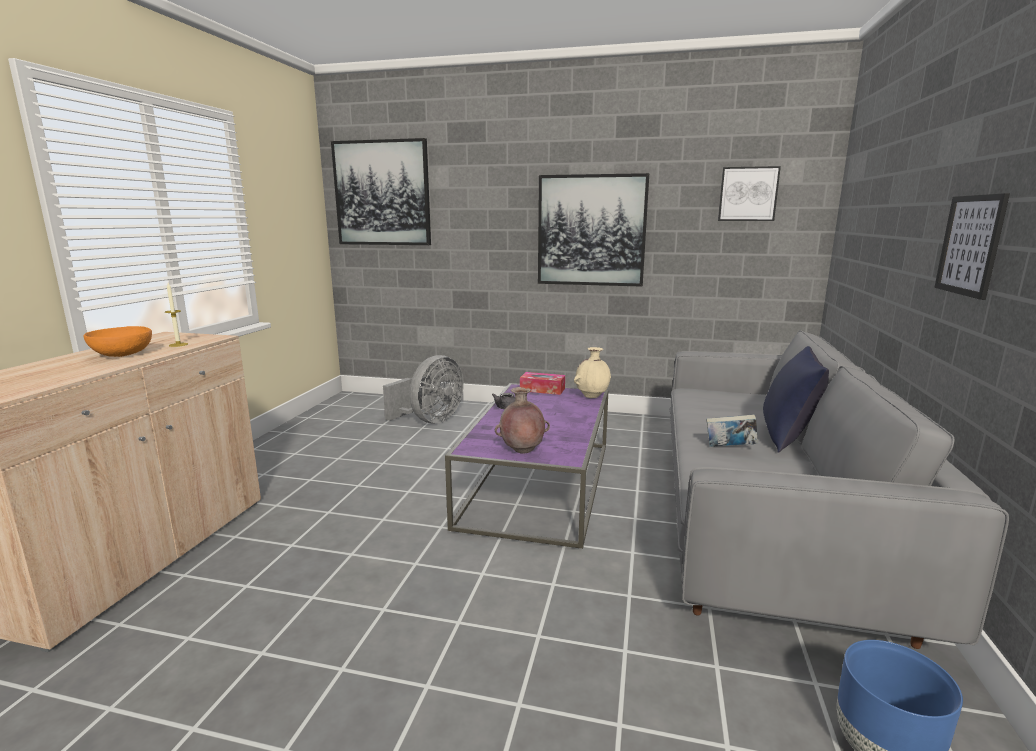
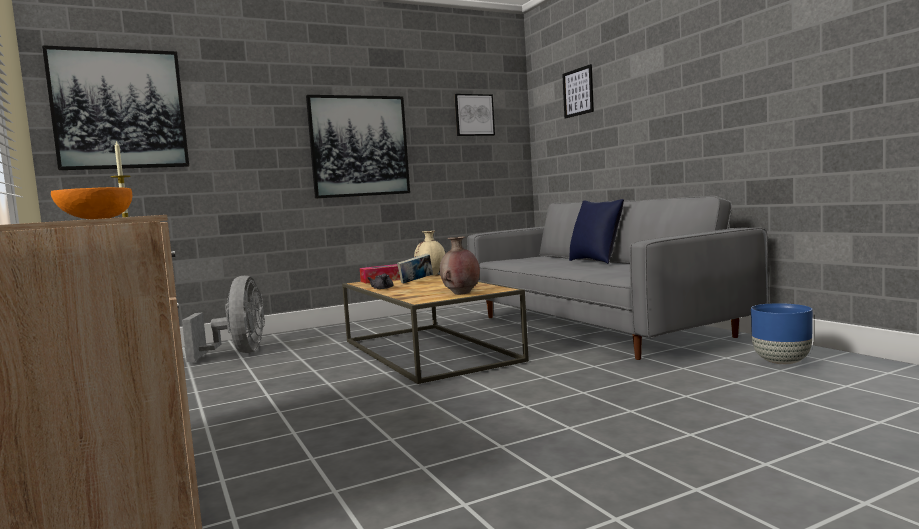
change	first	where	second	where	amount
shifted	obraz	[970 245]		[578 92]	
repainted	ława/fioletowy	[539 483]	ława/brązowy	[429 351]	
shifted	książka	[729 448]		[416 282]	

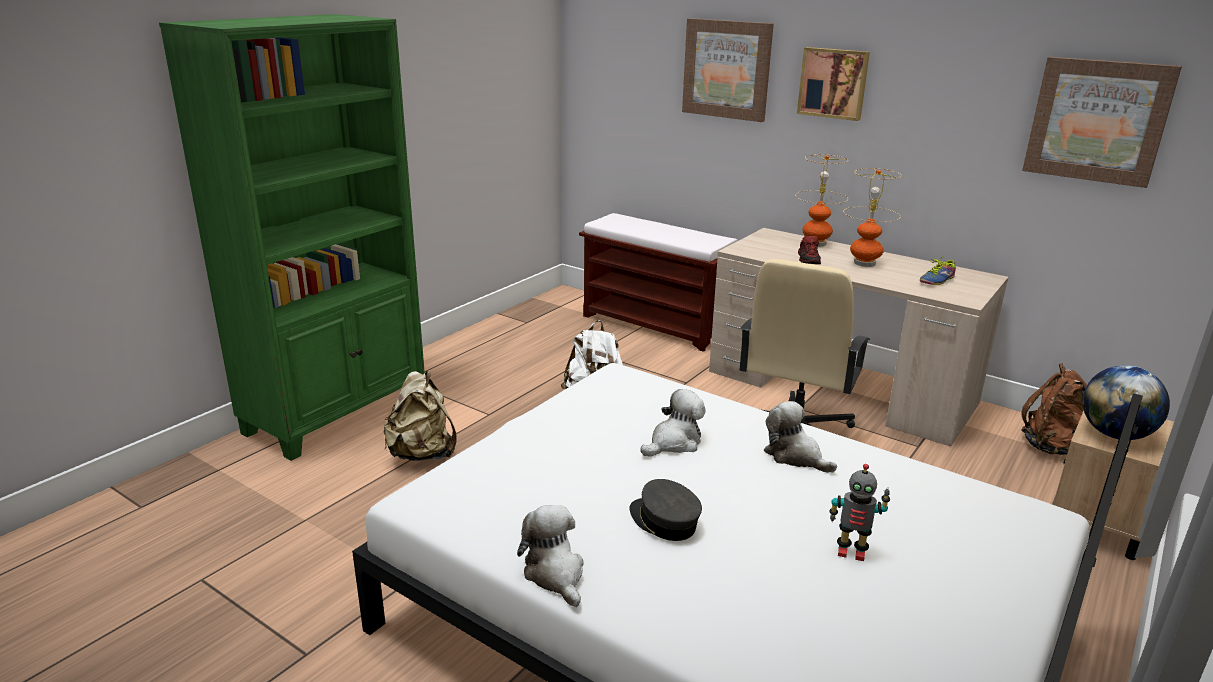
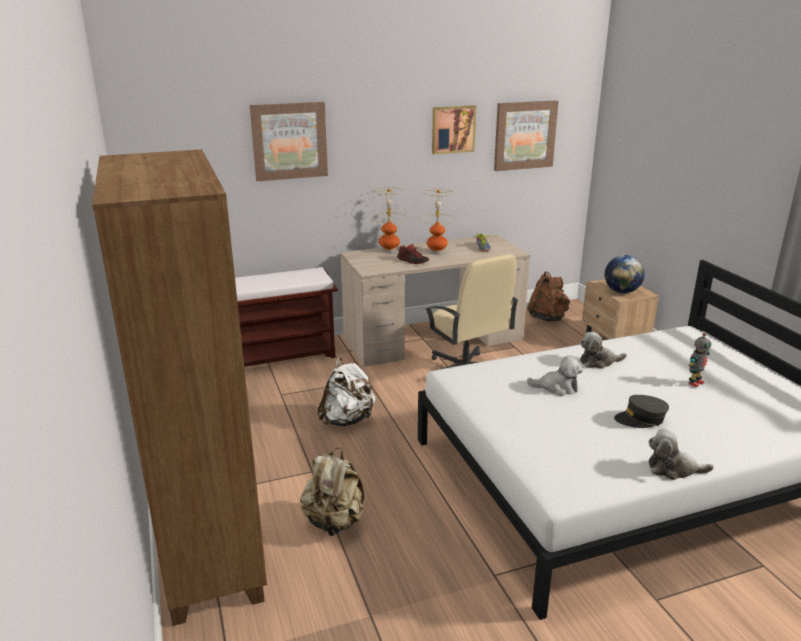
change	first	where	second	where	amount
repainted	regał/zielony	[338 413]	regał/brązowy	[211 550]	
shifted	obraz	[833 83]		[452 129]	
rotated	pluszak	[674 442]		[557 388]	105 degrees clockwise

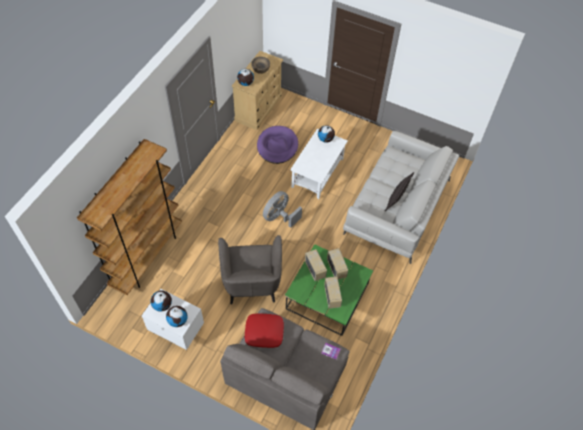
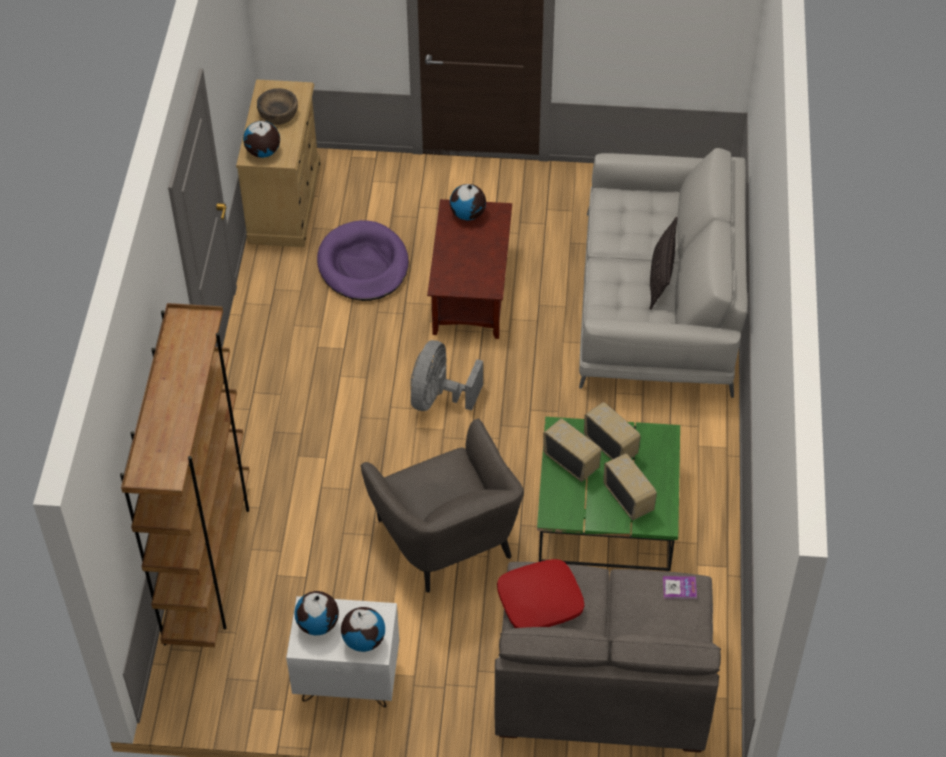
change	first	where	second	where	amount
repainted	ława/biały	[317 173]	ława/brązowy	[471 291]	

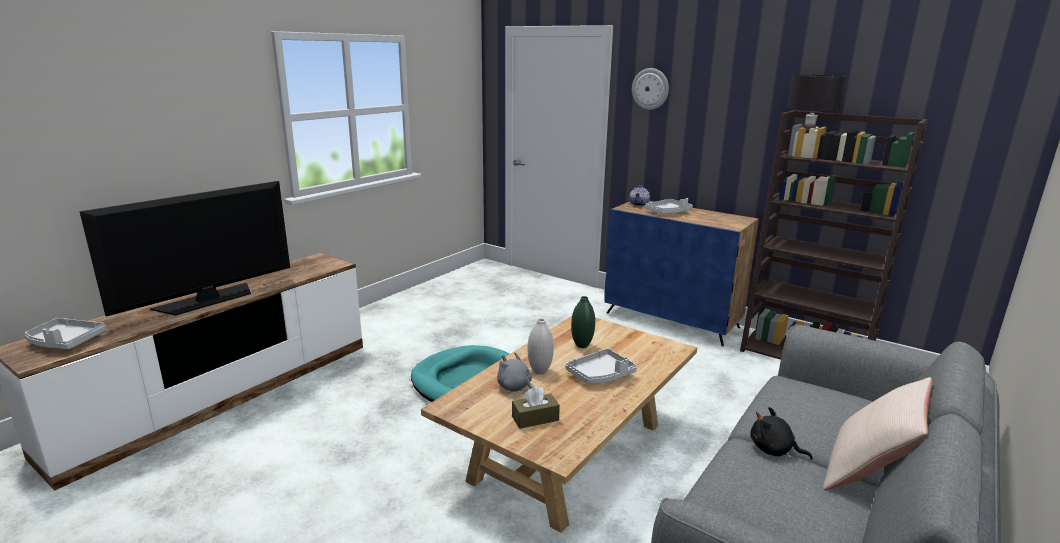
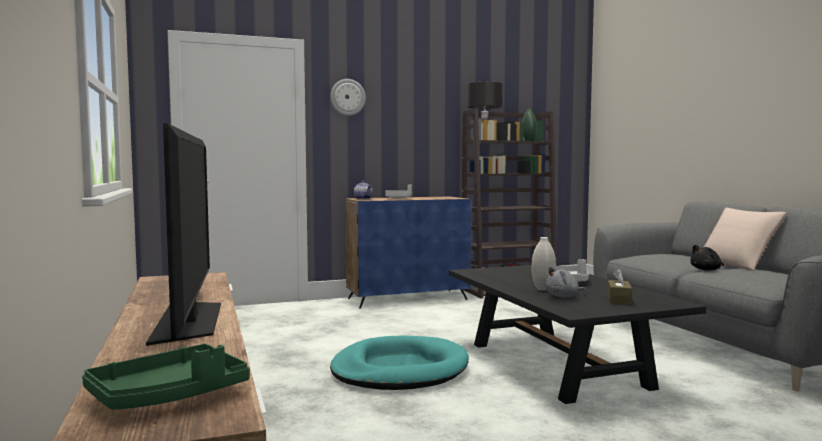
change	first	where	second	where	amount
shifted	wazon/zielony	[582 345]		[528 141]	
repainted	ława/beżowy	[569 452]	ława/czarny	[556 365]	
repainted	taca/szary	[65 342]	taca/zielony	[169 395]	

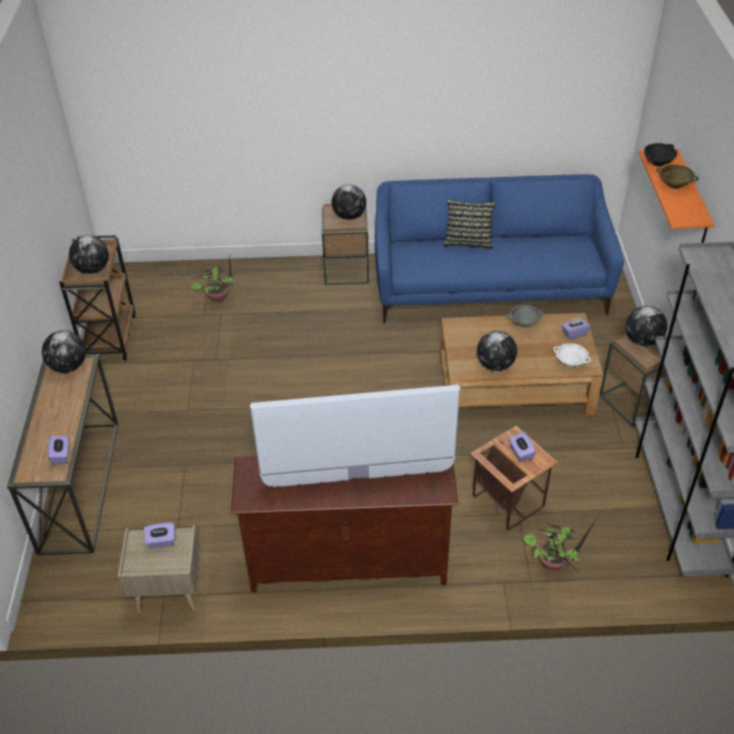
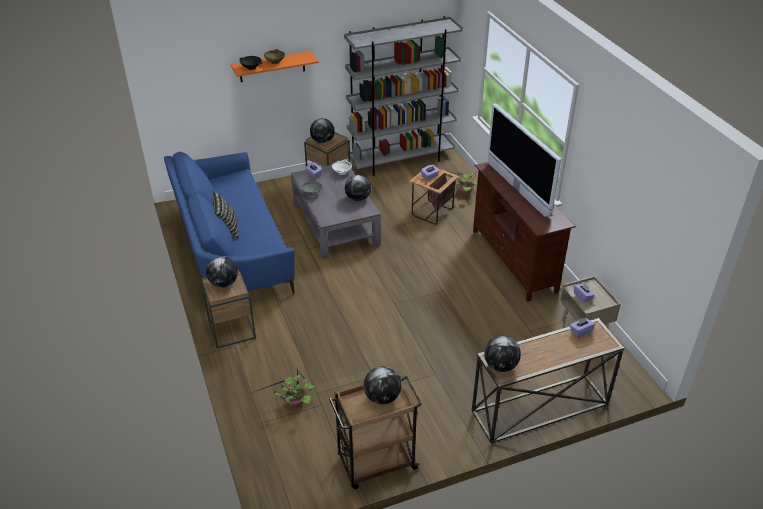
change	first	where	second	where	amount
repainted	ława/brązowy	[515 386]	ława/szary	[335 223]	

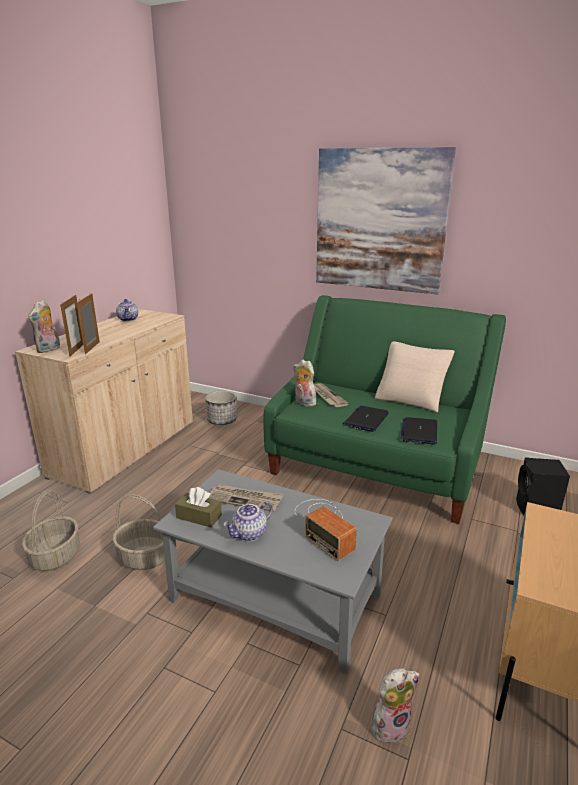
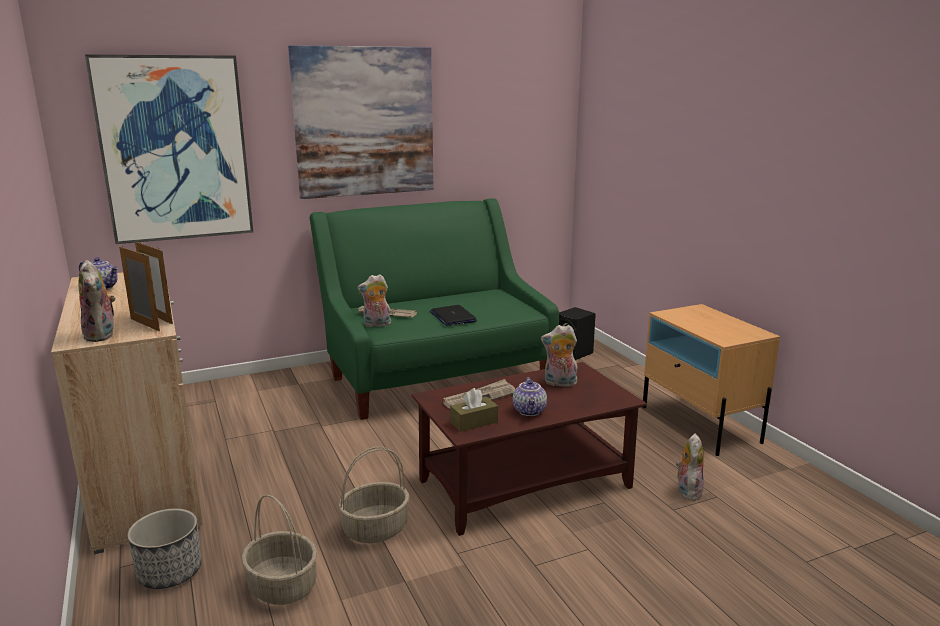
change	first	where	second	where	amount
gone	poduszka/beżowy	[411 399]			
shifted	donica	[222 420]		[170 572]	
gone	laptop	[419 431]			
repainted	ława/szary	[277 598]	ława/brązowy	[526 483]	
swapped	radio	[324 525]	pluszak	[559 383]	
new			obraz	[174 149]	

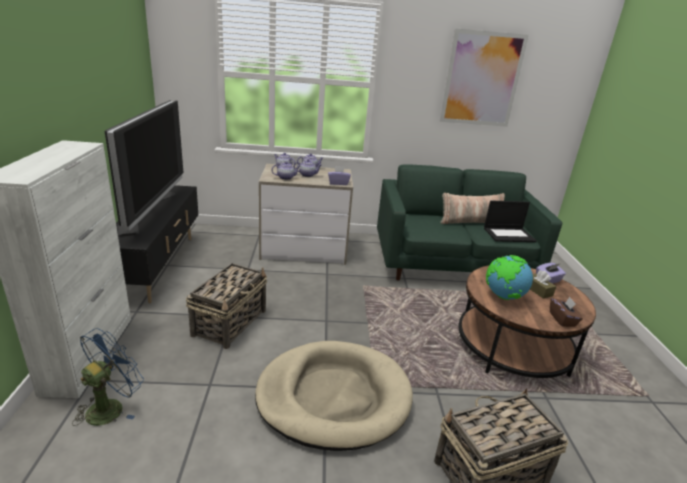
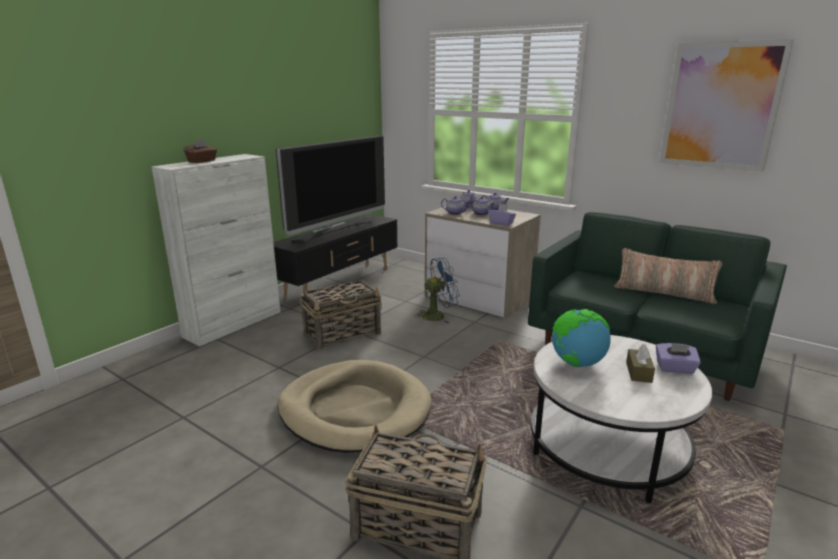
change	first	where	second	where	amount
gone	laptop	[509 234]			
repainted	ława/brązowy	[512 347]	ława/biały	[607 447]	
shifted	pudełko chusteczek/brązowy	[562 319]		[202 161]	
shifted	wentylator/niebieski	[111 407]		[438 315]	

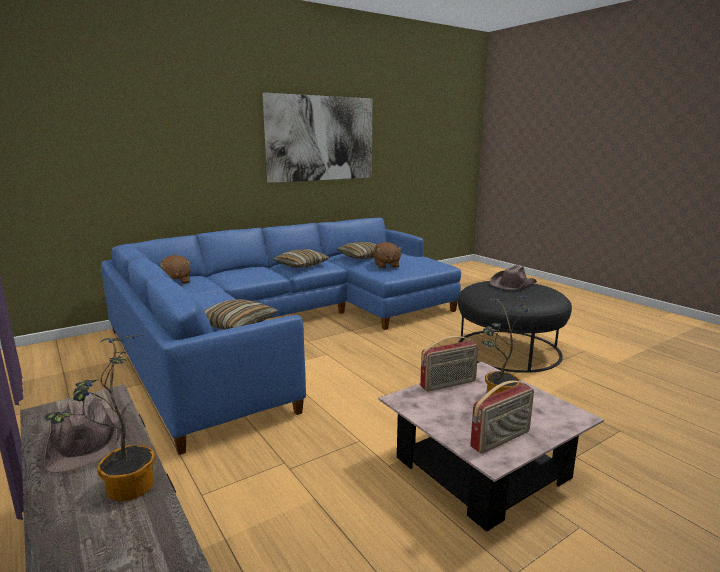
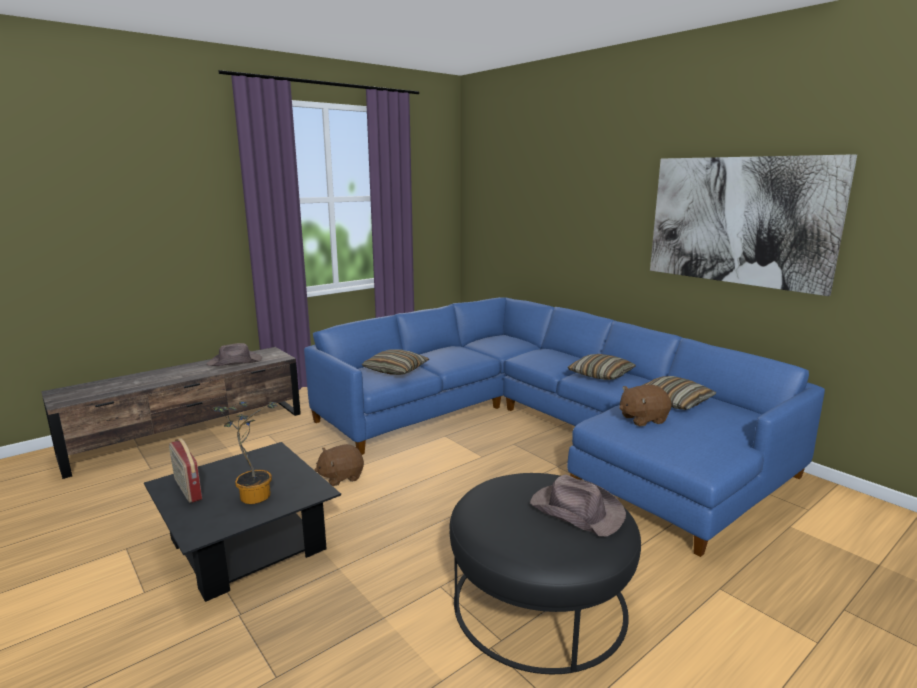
change	first	where	second	where	amount
shifted	pluszak/brązowy	[176 282]		[341 477]	
gone	roślina doniczkowa	[123 490]			
gone	radio	[448 384]			
repainted	ława/różowy	[481 468]	ława/czarny	[247 544]	

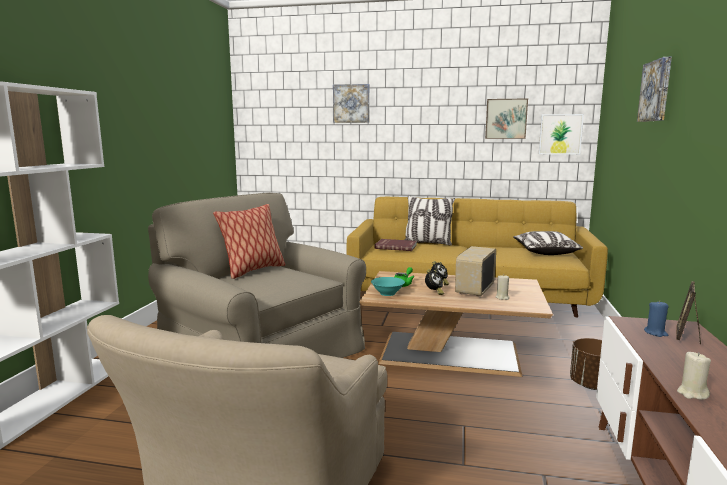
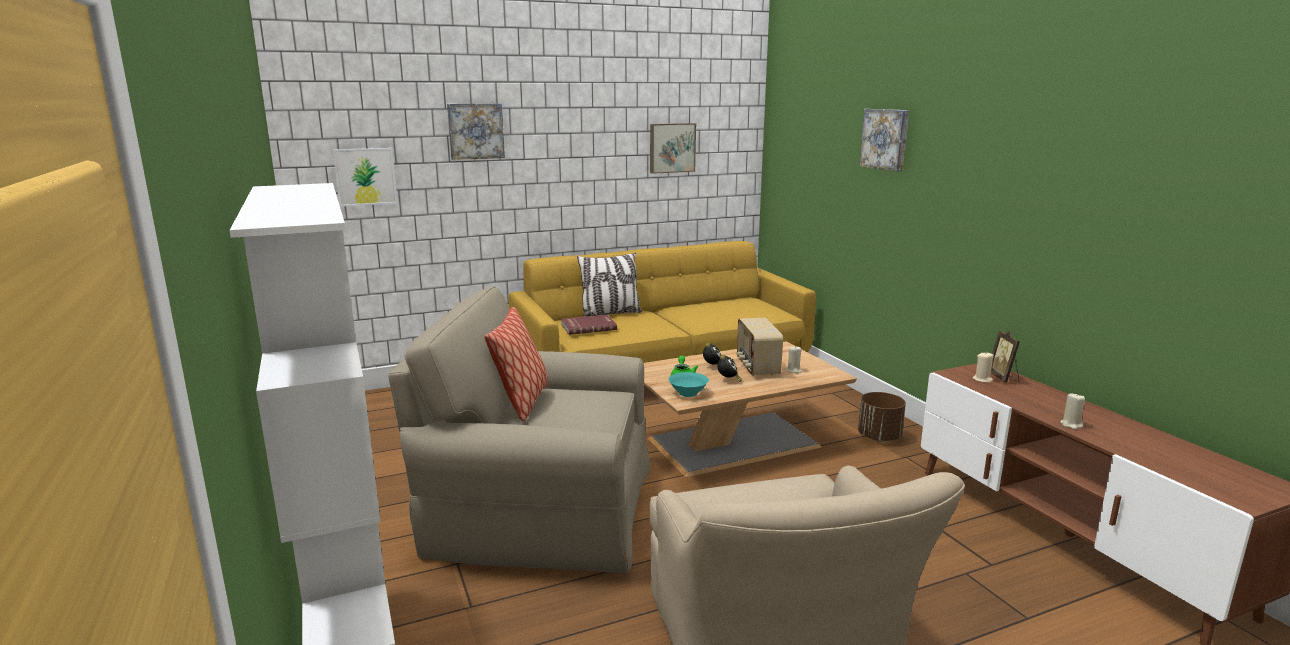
change	first	where	second	where	amount
shifted	obraz	[560 134]		[365 176]	
gone	poduszka	[545 252]			
repainted	świeca/niebieski	[655 333]	świeca/beżowy	[982 380]	

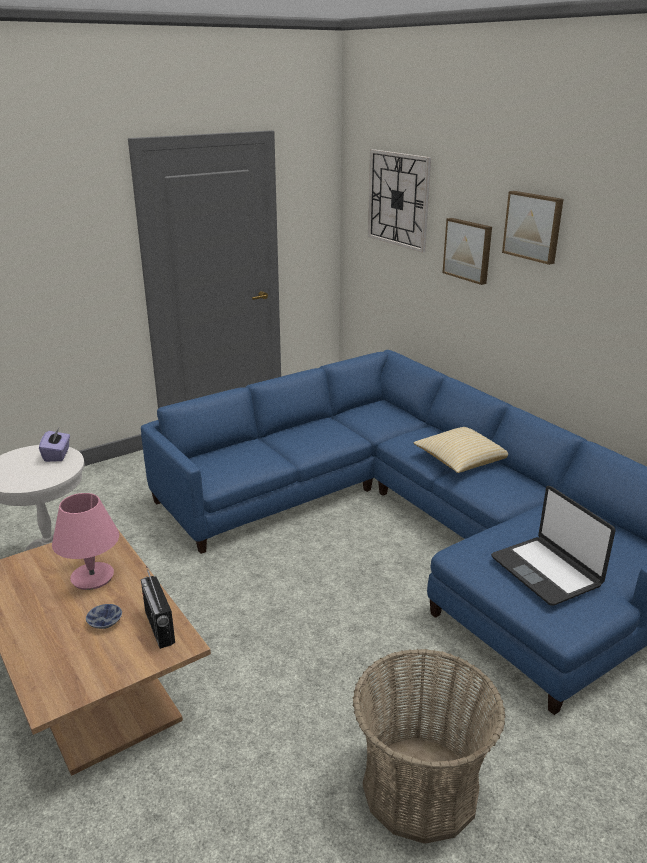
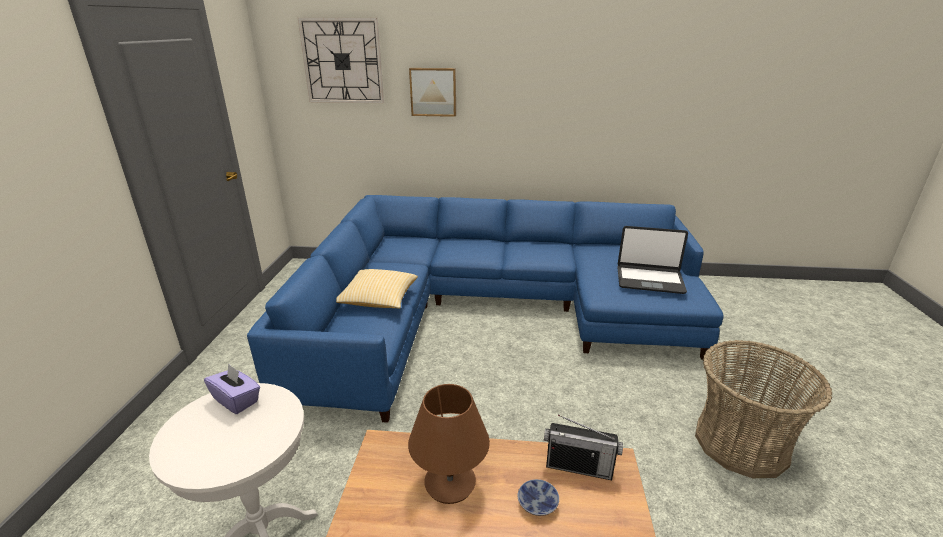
change	first	where	second	where	amount
gone	obraz	[533 226]			
shifted	poduszka	[460 461]		[378 300]	
repainted	lampa stołowa/różowy	[92 577]	lampa stołowa/brązowy	[449 483]	

